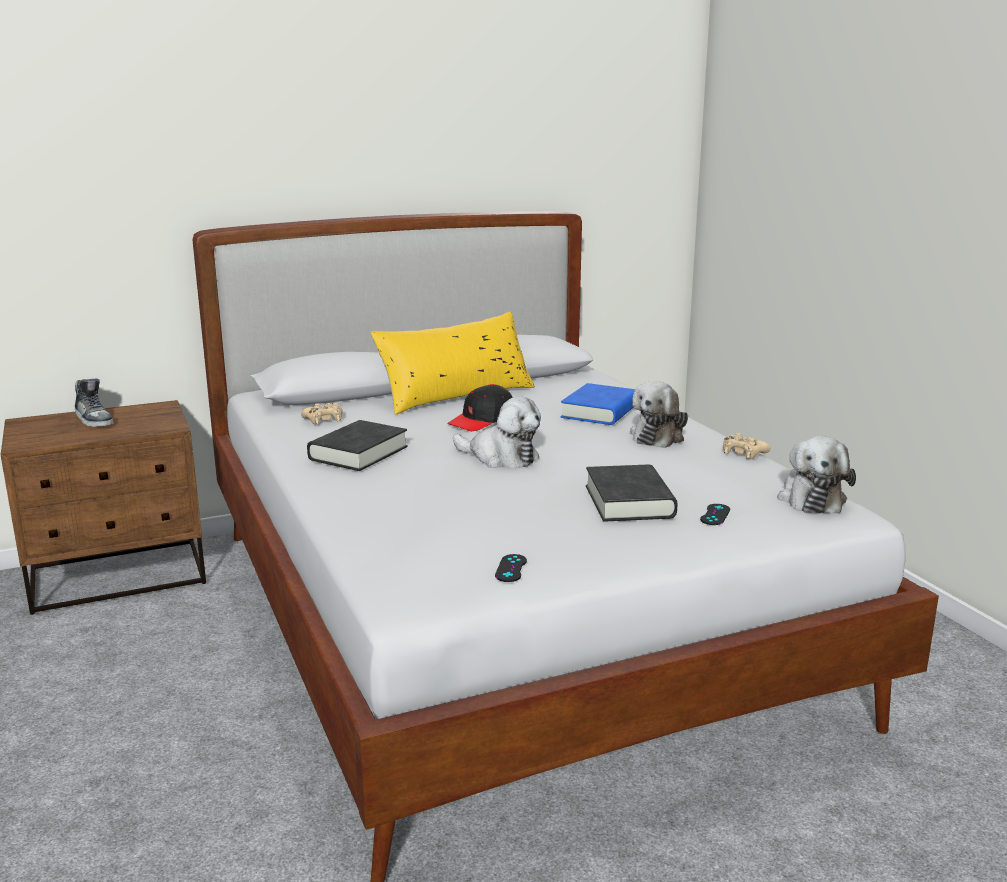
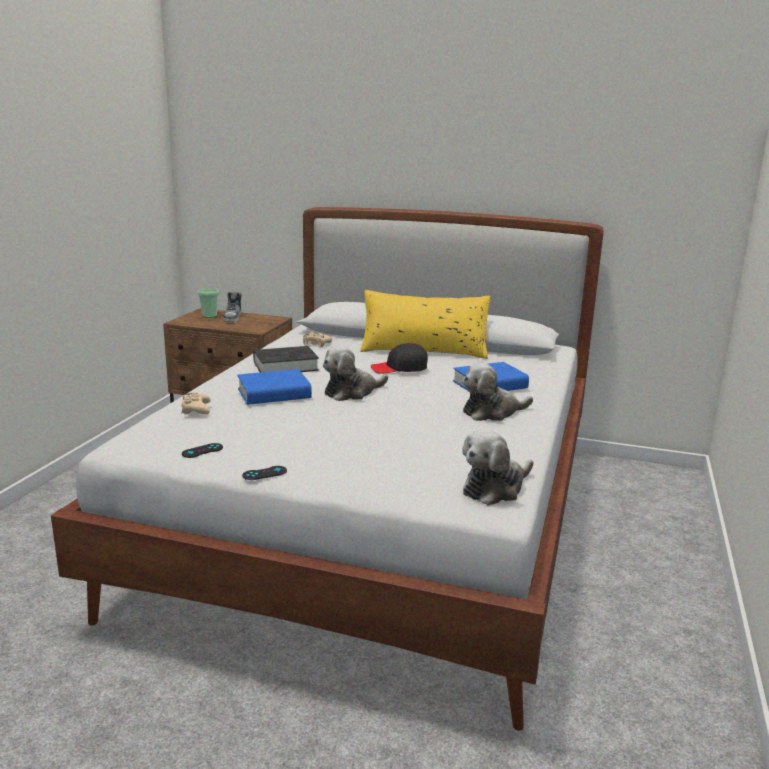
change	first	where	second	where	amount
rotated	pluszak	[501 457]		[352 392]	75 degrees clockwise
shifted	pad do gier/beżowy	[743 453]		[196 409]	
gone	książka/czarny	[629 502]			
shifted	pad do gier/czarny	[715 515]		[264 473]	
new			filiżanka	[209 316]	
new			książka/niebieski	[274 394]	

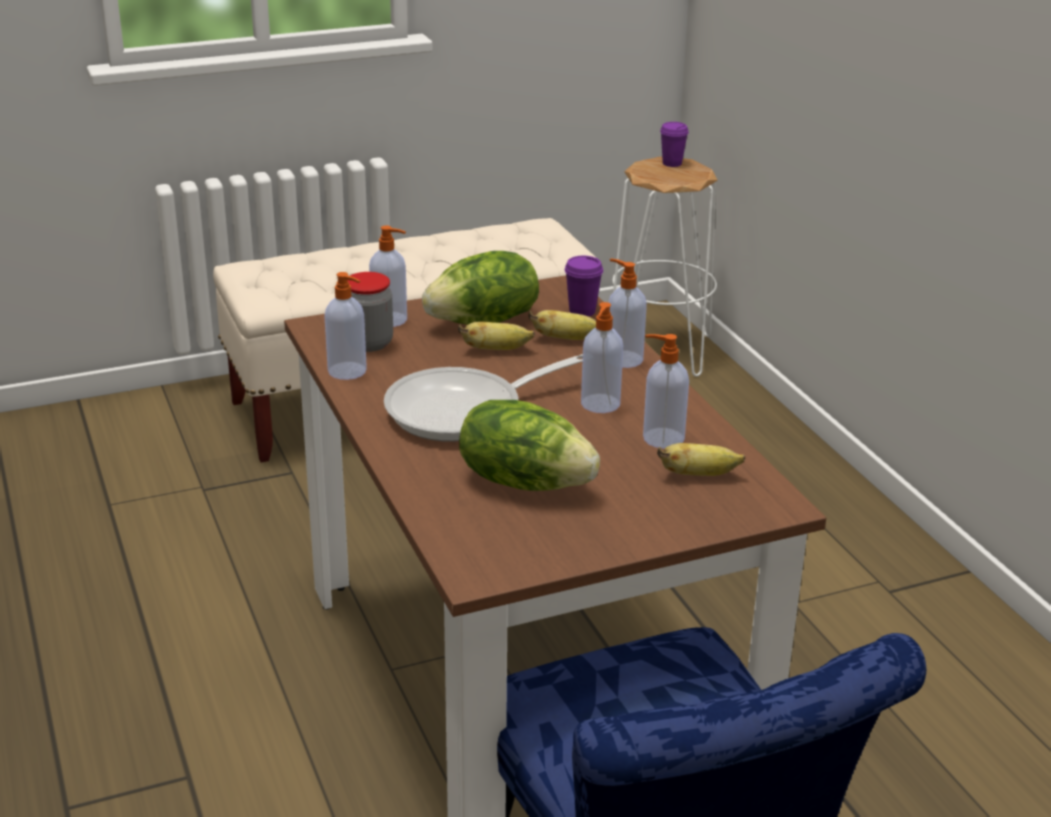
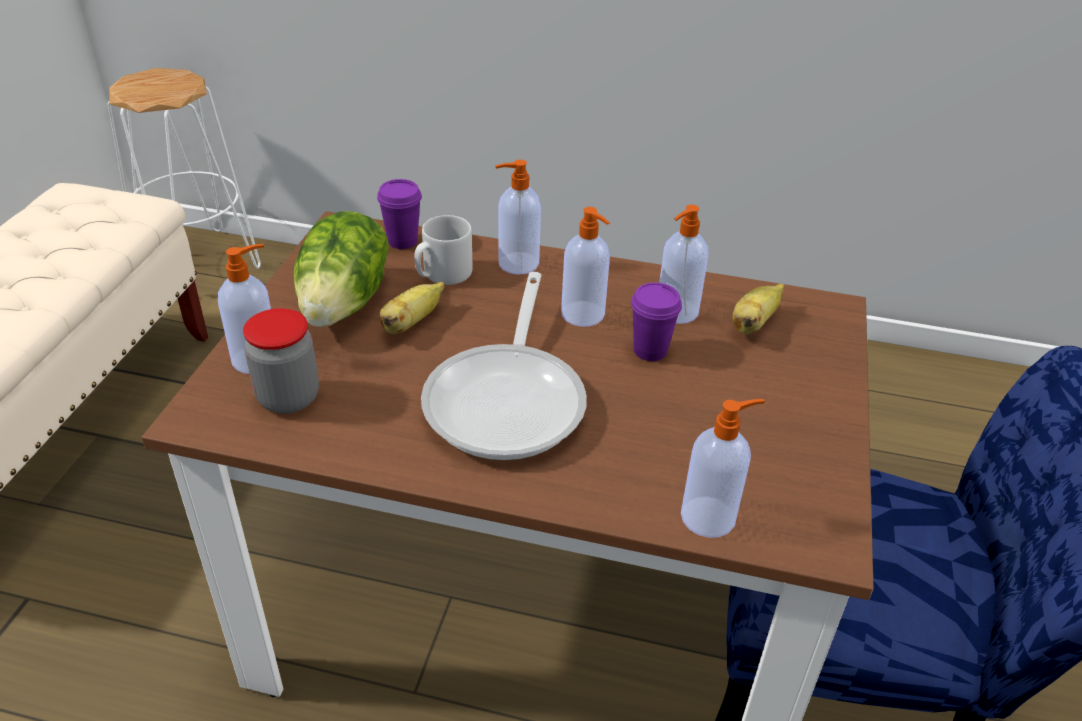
change	first	where	second	where	amount
shifted	filiżanka/fioletowy	[672 163]		[650 350]	
shifted	dozownik mydła	[348 371]		[710 517]	
swapped	banan	[566 339]	kubek/szary	[442 274]	
gone	sałata	[525 481]			

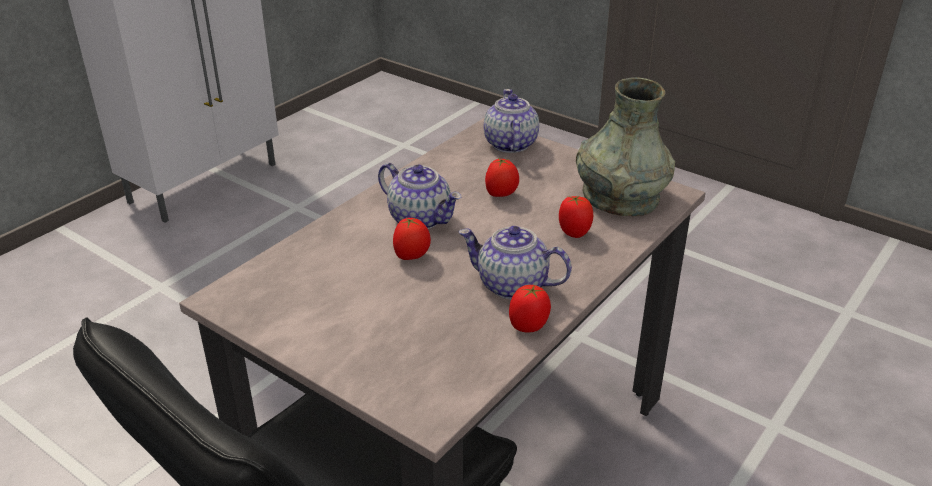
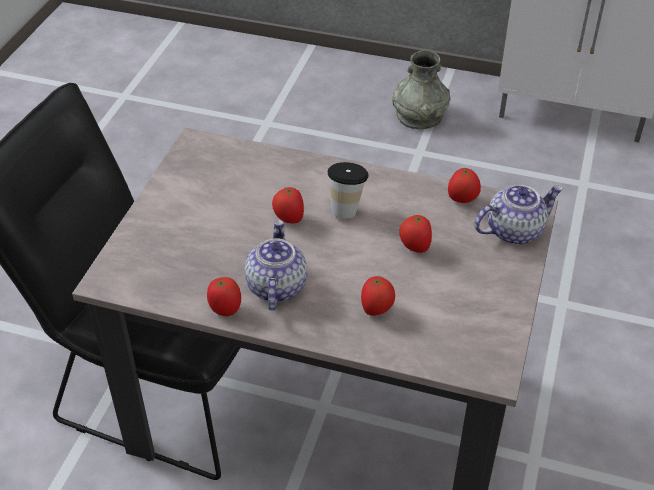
change	first	where	second	where	amount
shifted	wazon/szary	[620 196]		[419 115]	
swapped	imbryk	[421 219]	filiżanka	[346 208]	
new			pomidor	[462 200]	

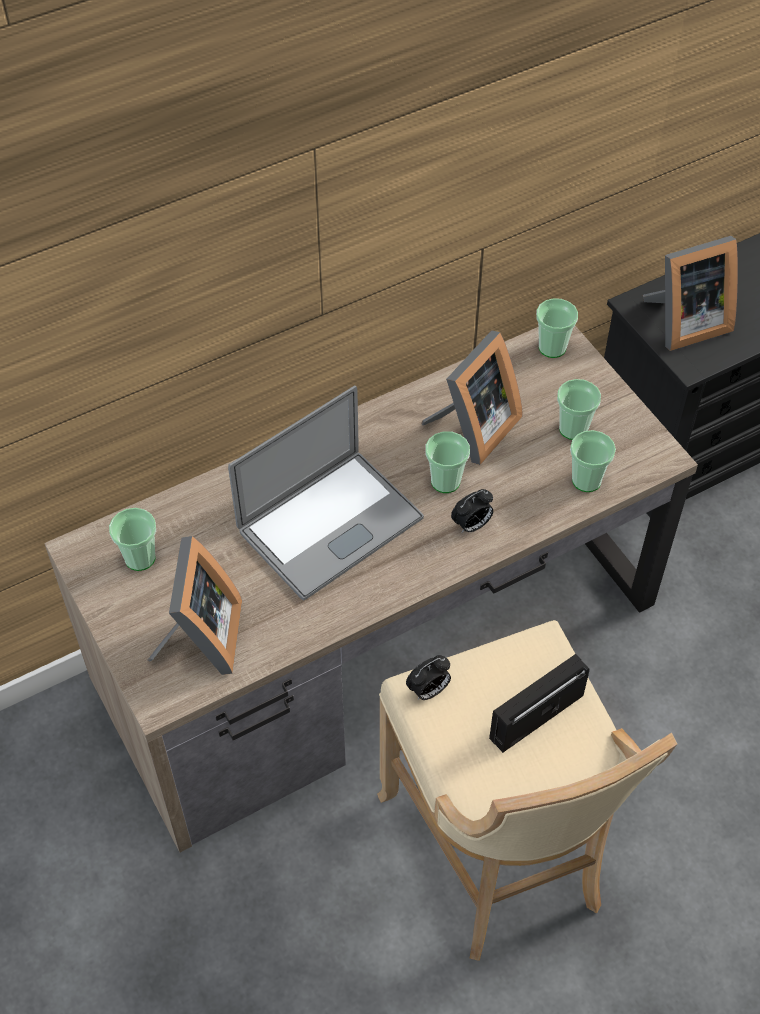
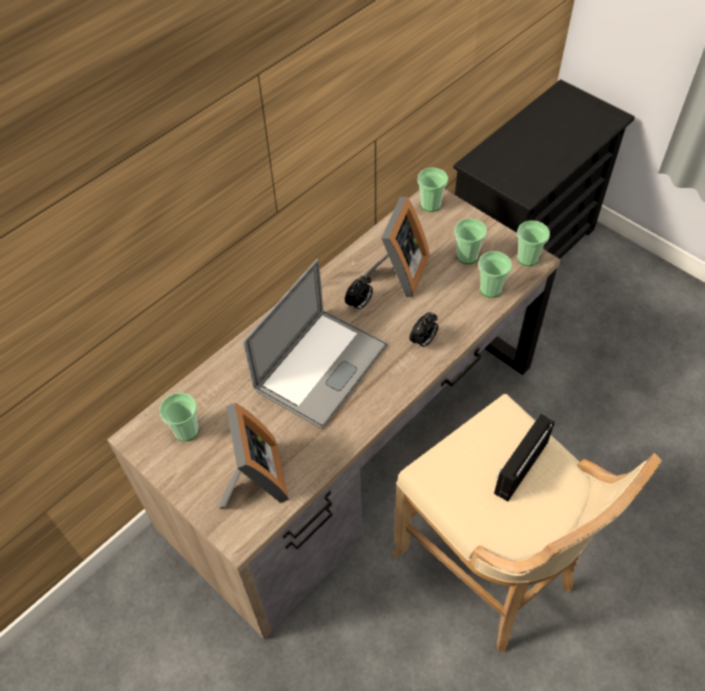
change	first	where	second	where	amount
gone	ramka na zdjęcie	[684 323]			
shifted	filiżanka	[445 481]		[527 258]	
shifted	budzik	[428 691]		[359 304]	

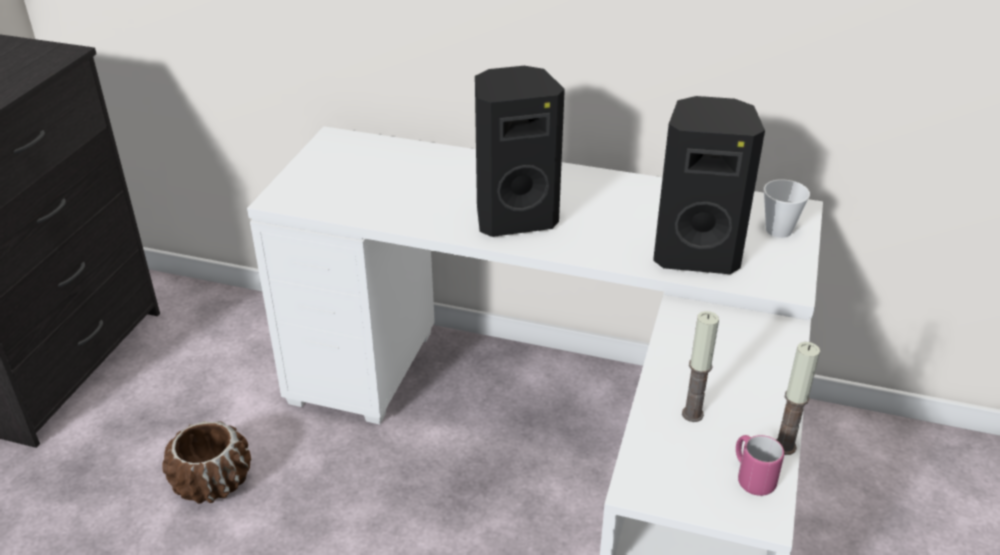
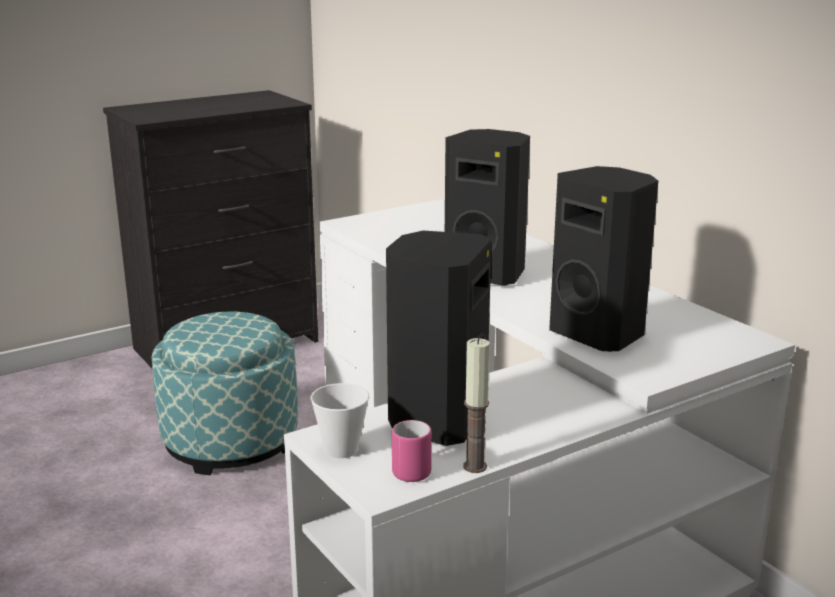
change	first	where	second	where	amount
shifted	filiżanka	[778 230]		[341 449]	
swapped	świeca	[692 414]	głośnik/czarny	[435 421]	
swapped	donica/brązowy	[212 483]	pufa	[230 441]	

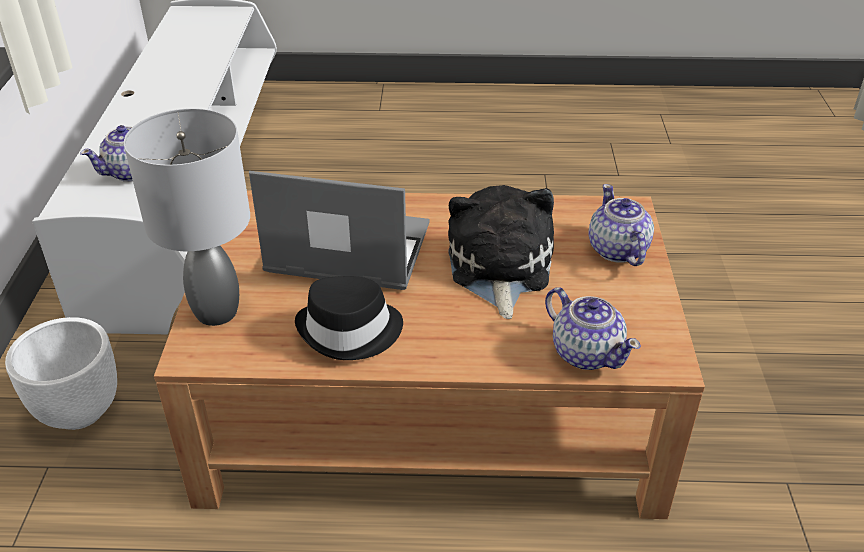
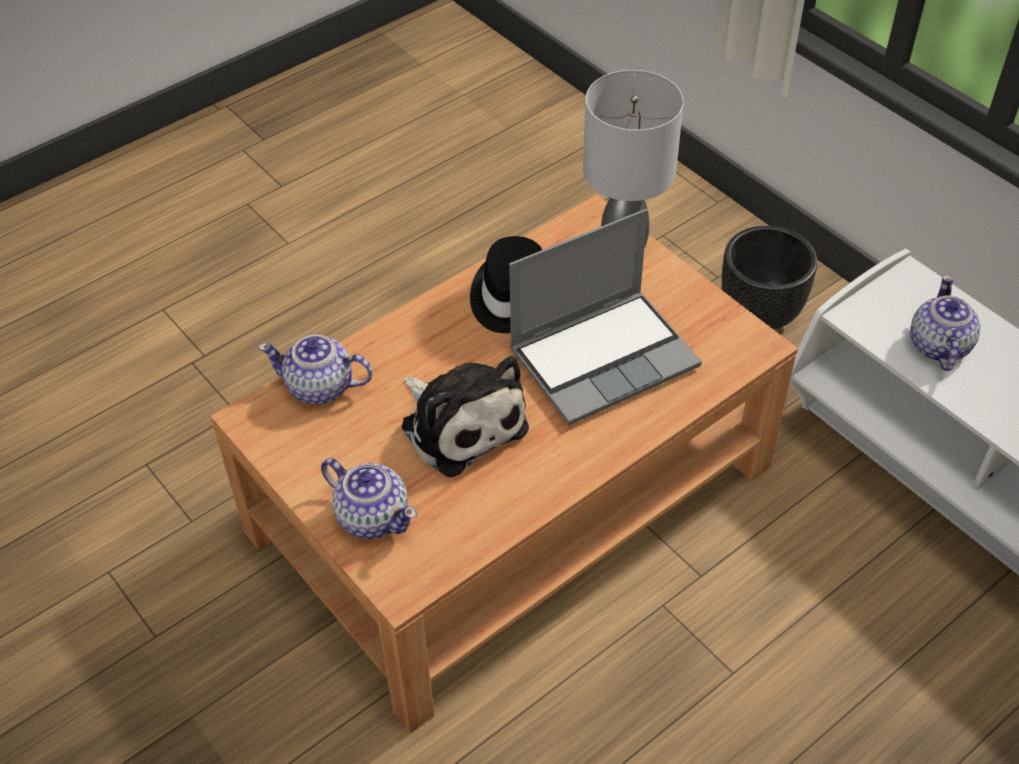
change	first	where	second	where	amount
repainted	donica/biały	[79 411]	donica/czarny	[760 315]	

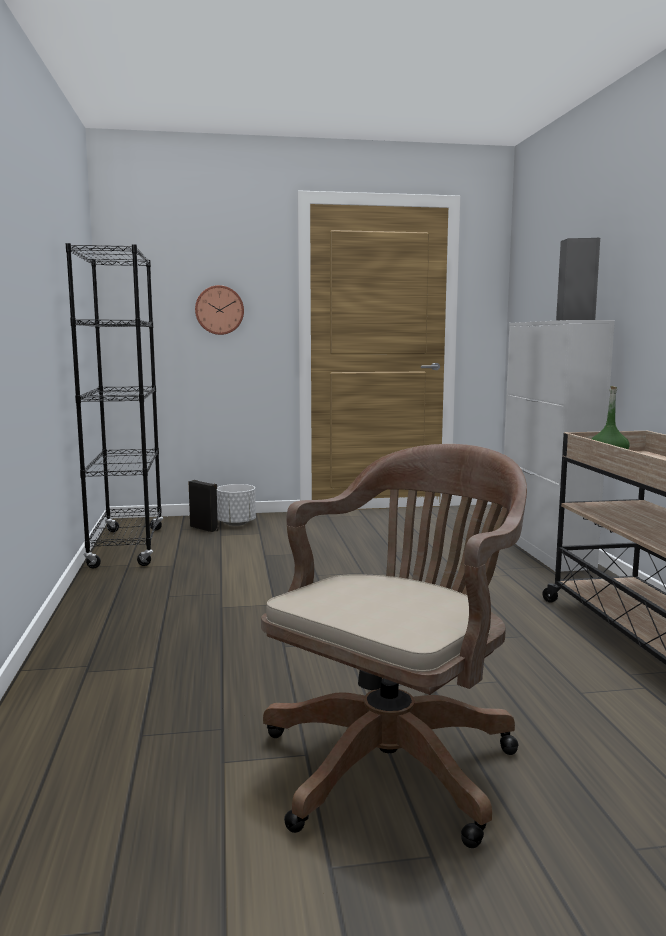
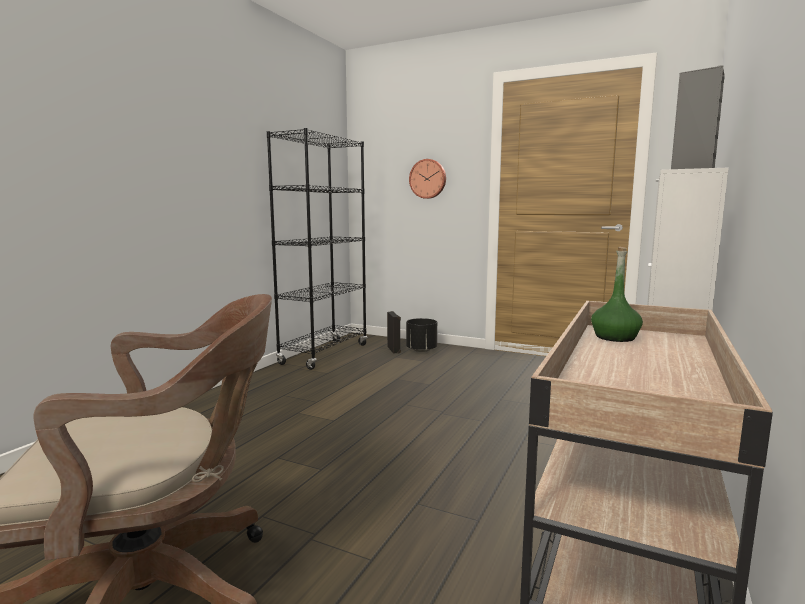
change	first	where	second	where	amount
repainted	donica/biały	[236 523]	donica/czarny	[421 350]	

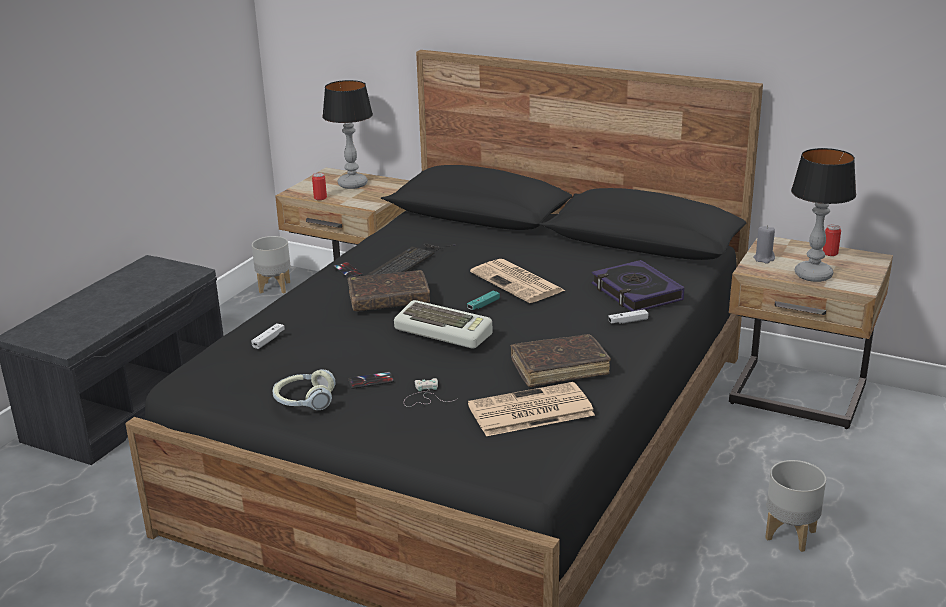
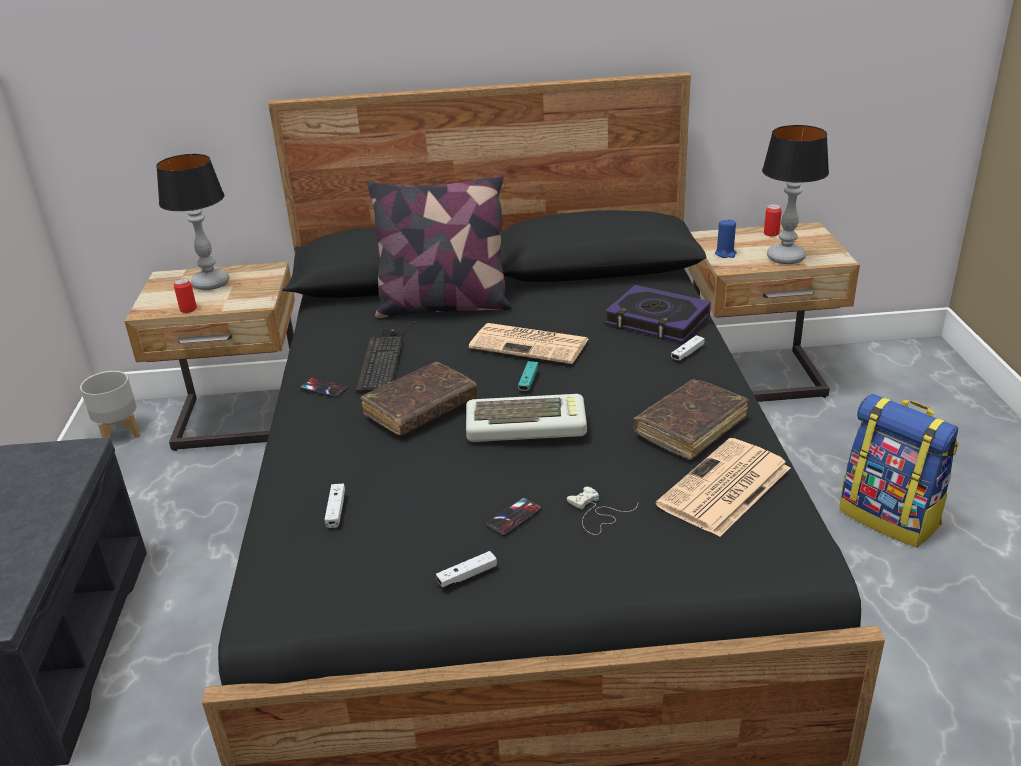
change	first	where	second	where	amount
repainted	świeca/szary	[764 259]	świeca/niebieski	[725 253]	
swapped	słuchawki	[304 401]	pad do gier/biały	[467 575]	
swapped	donica/szary	[791 535]	plecak	[890 517]	
new			poduszka	[443 306]	

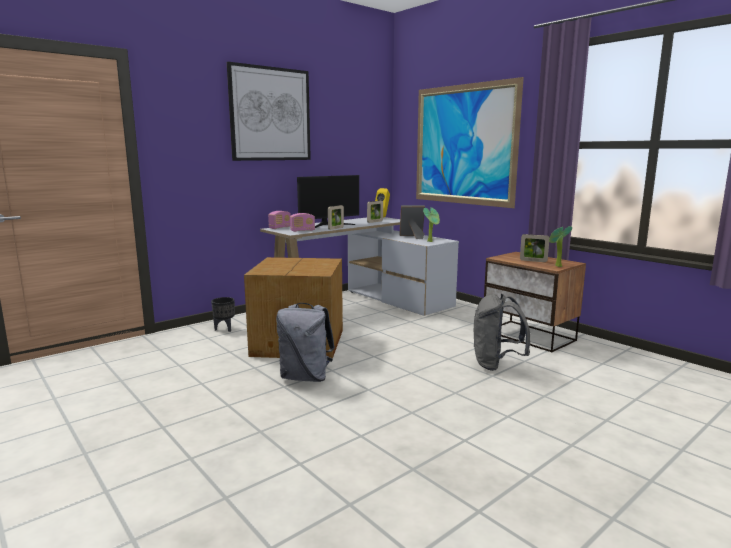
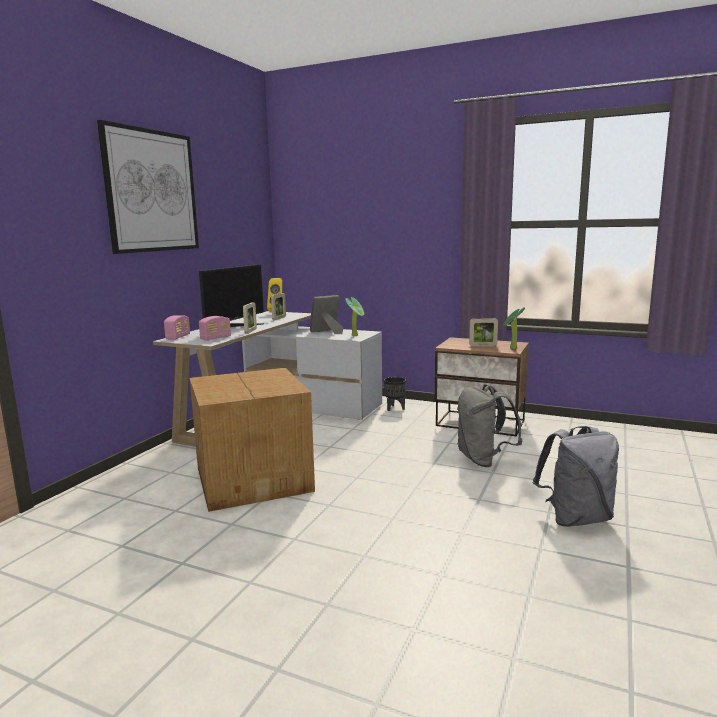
change	first	where	second	where	amount
gone	obraz	[463 145]			
shifted	donica/czarny	[225 329]		[395 408]	
shifted	plecak/szary	[306 377]		[576 518]	

